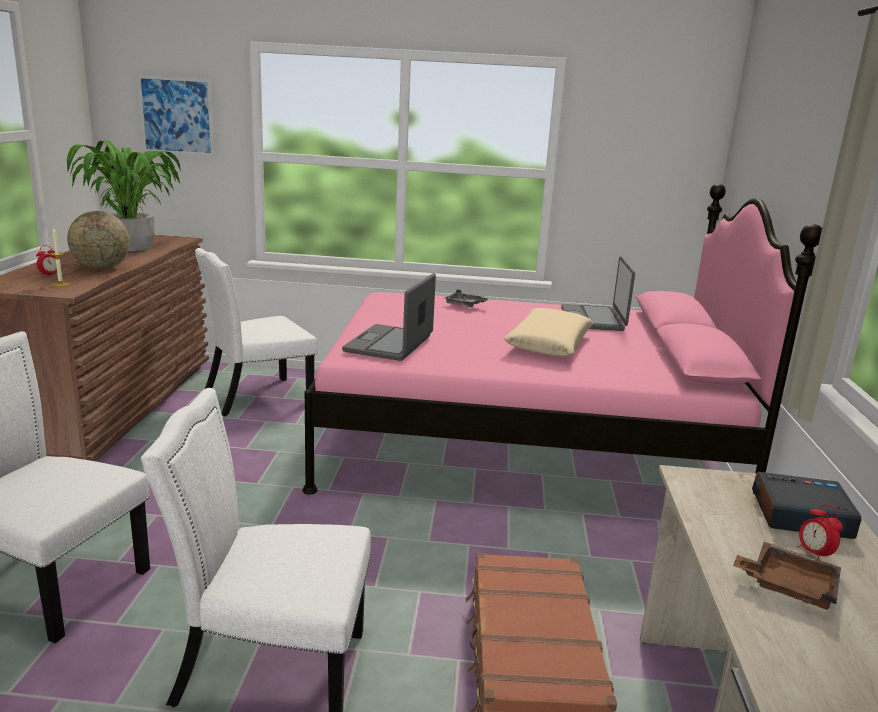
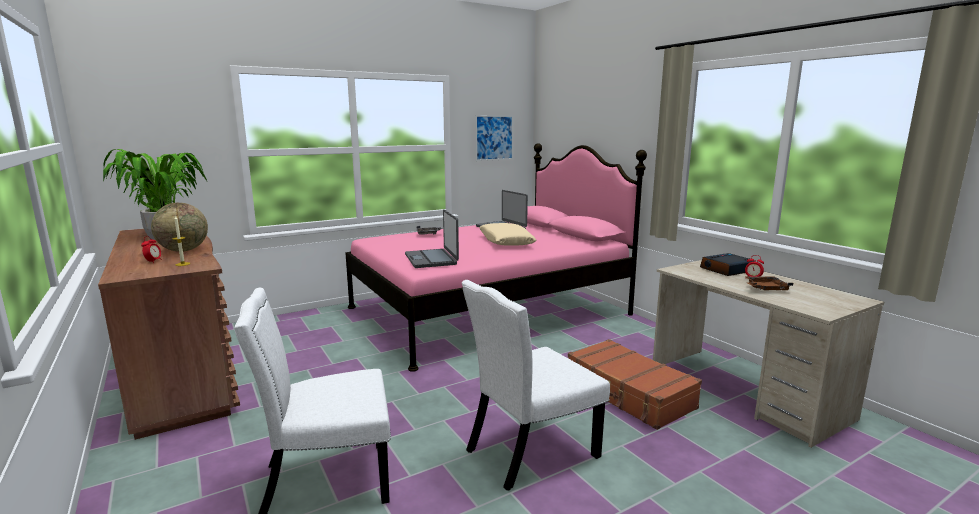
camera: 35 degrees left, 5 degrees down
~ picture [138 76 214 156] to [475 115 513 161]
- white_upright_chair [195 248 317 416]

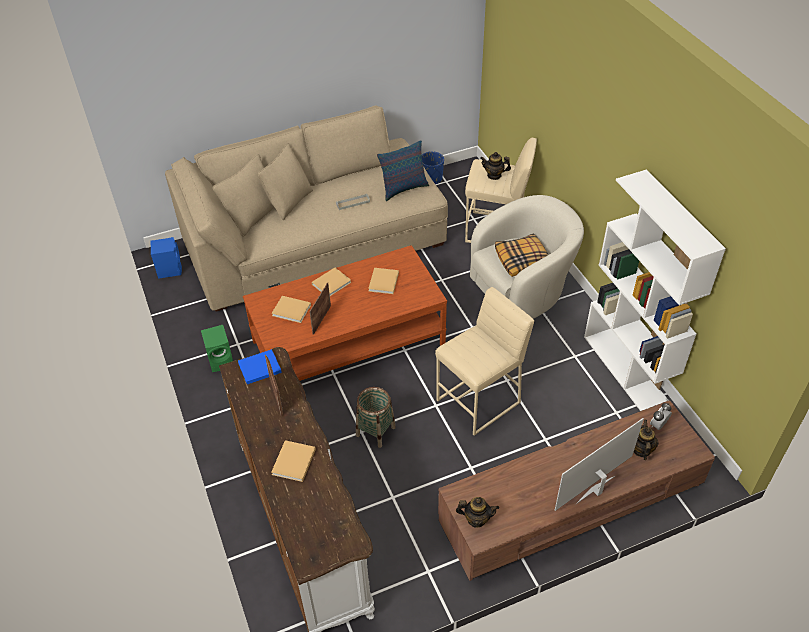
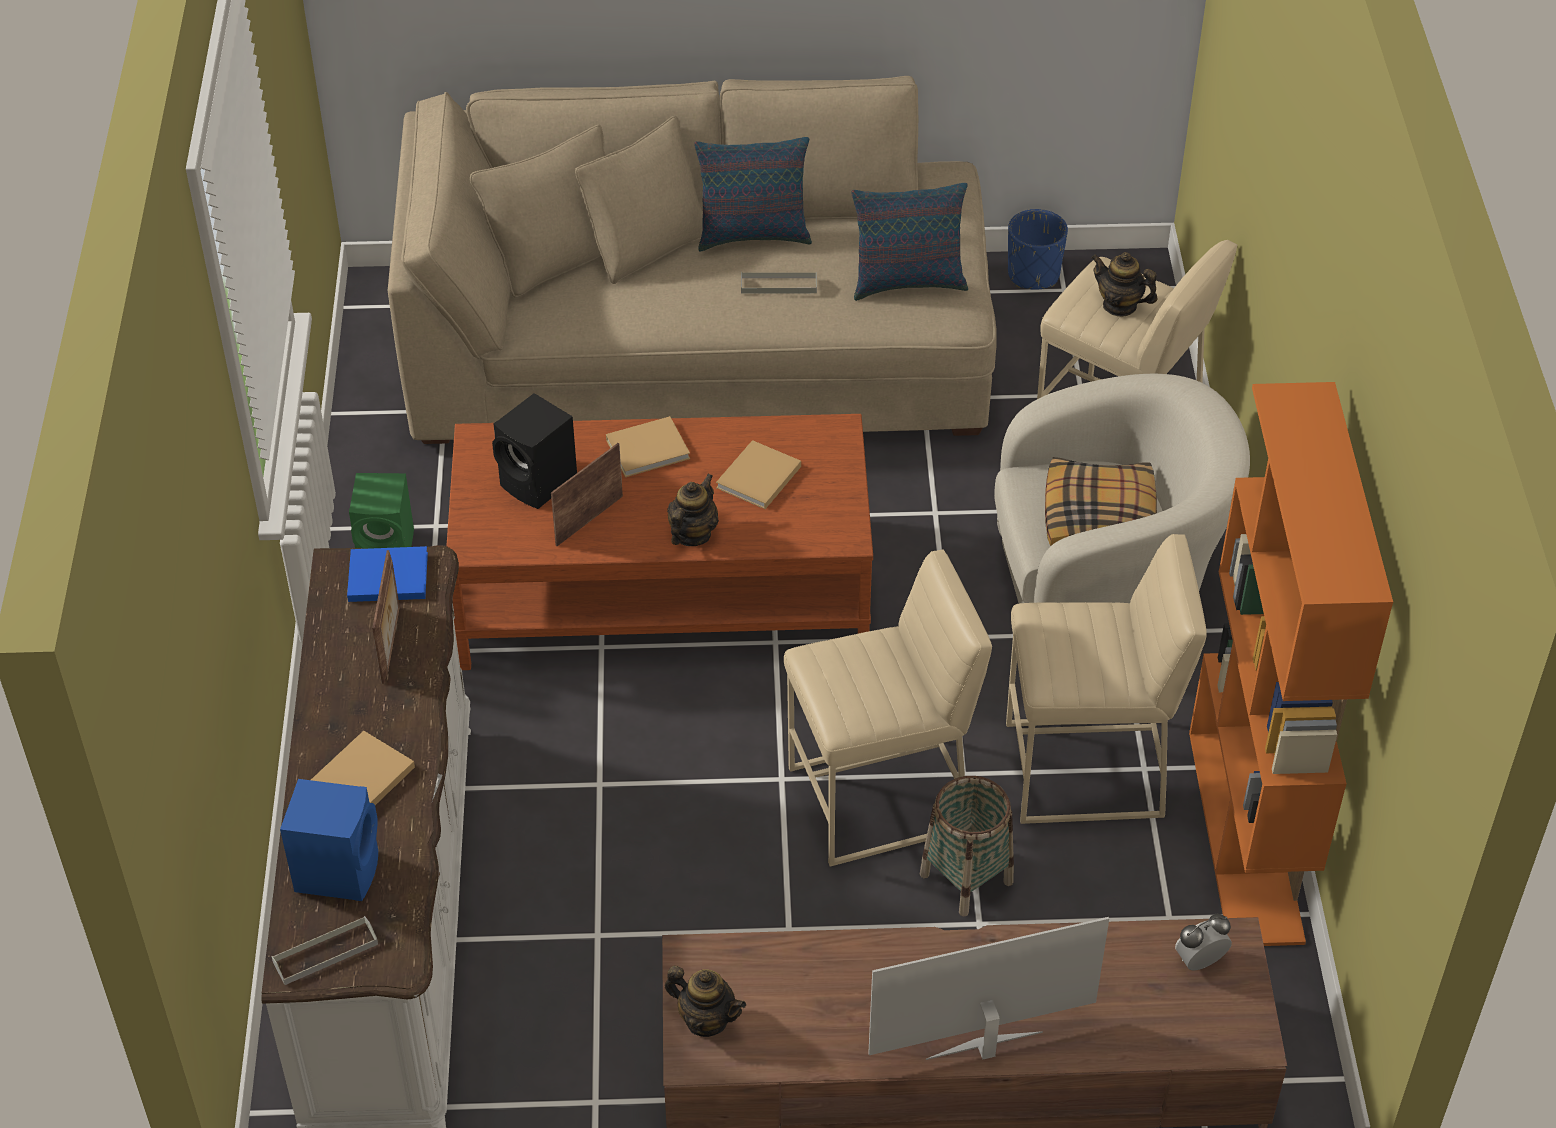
camera: 20 degrees right, 0 degrees up
+ greyish_tray [271 916 378 985]
~ blue_audio_speaker [151 237 182 279] to [280 779 378 901]
~ beige_book [271 296 311 323] to blackish_audio_speaker [492 393 577 509]
~ tea_pot [634 420 659 460] to [667 473 719 546]
+ blue_pillow [694 137 812 251]
~ storage_basket [356 387 396 448] to [920 776 1014 917]
+ beige_sitting_stool [1006 534 1207 824]
~ white_shelving_unit [584 169 726 411] to orange_shelving_unit [1189 382 1393 946]

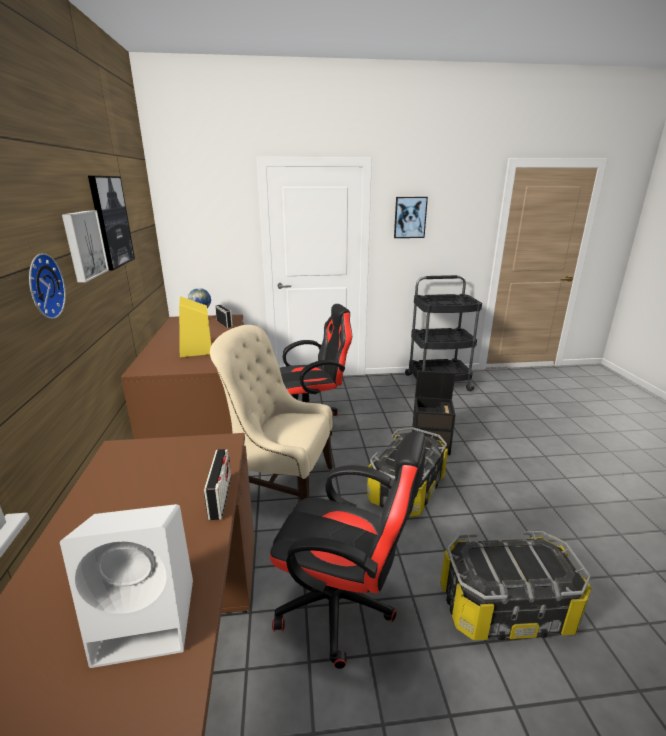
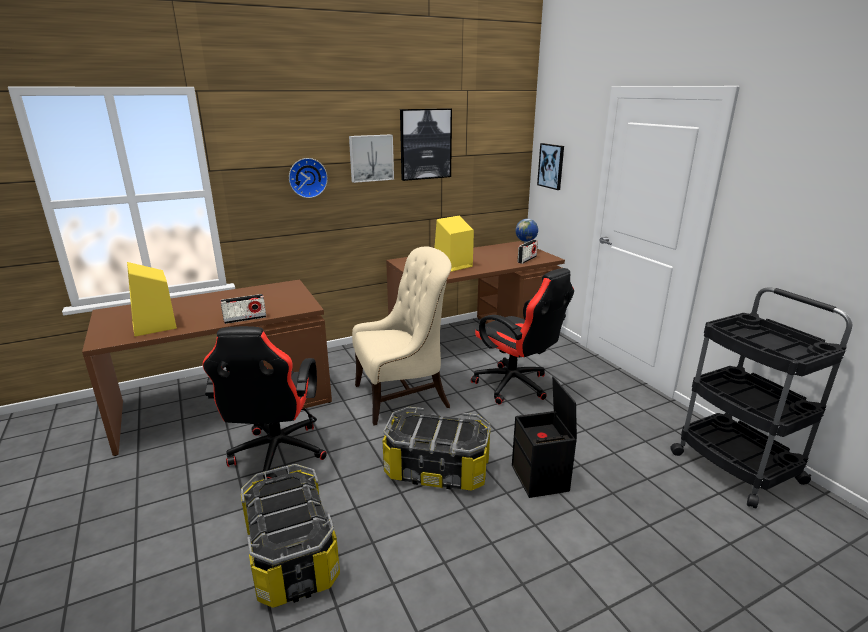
camera: 70 degrees right, 0 degrees up
~ white_audio_speaker [60 504 193 668] to yellow-coloured_audio_speaker [127 262 177 336]
~ beige_upright_chair [210 325 333 500] = [352 246 452 425] 75 degrees clockwise
~ picture [394 197 428 238] to [537 143 564 190]

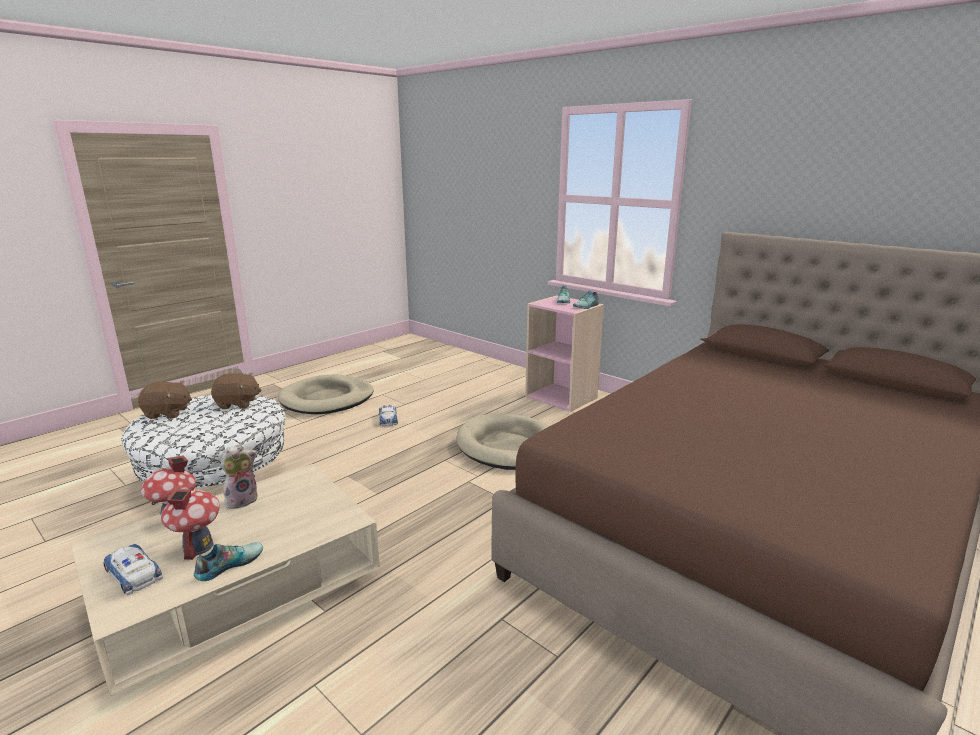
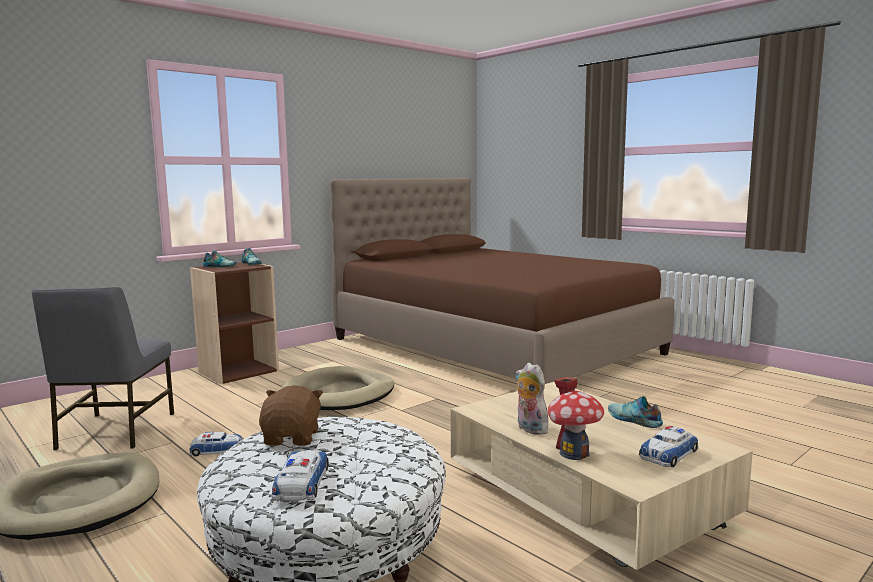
camera: 85 degrees left, 10 degrees down
+ greyish_upright_chair [32 287 174 450]
~ pink-coloured_shelving_unit [525 295 604 412] to brown-coloured_shelving_unit [190 262 279 384]
~ brown-coloured_soft_toy [138 381 192 419] to model_car [272 450 329 501]
- model_house [161 489 220 560]

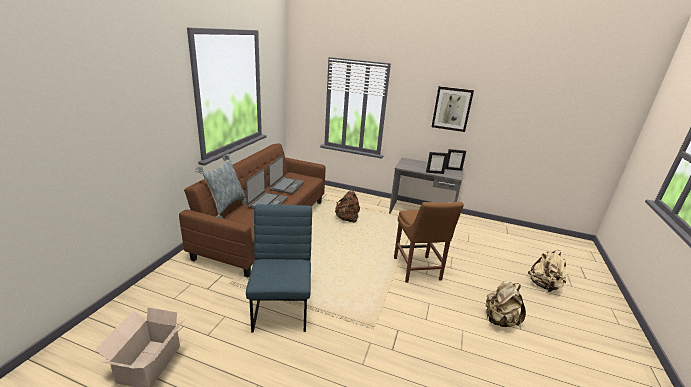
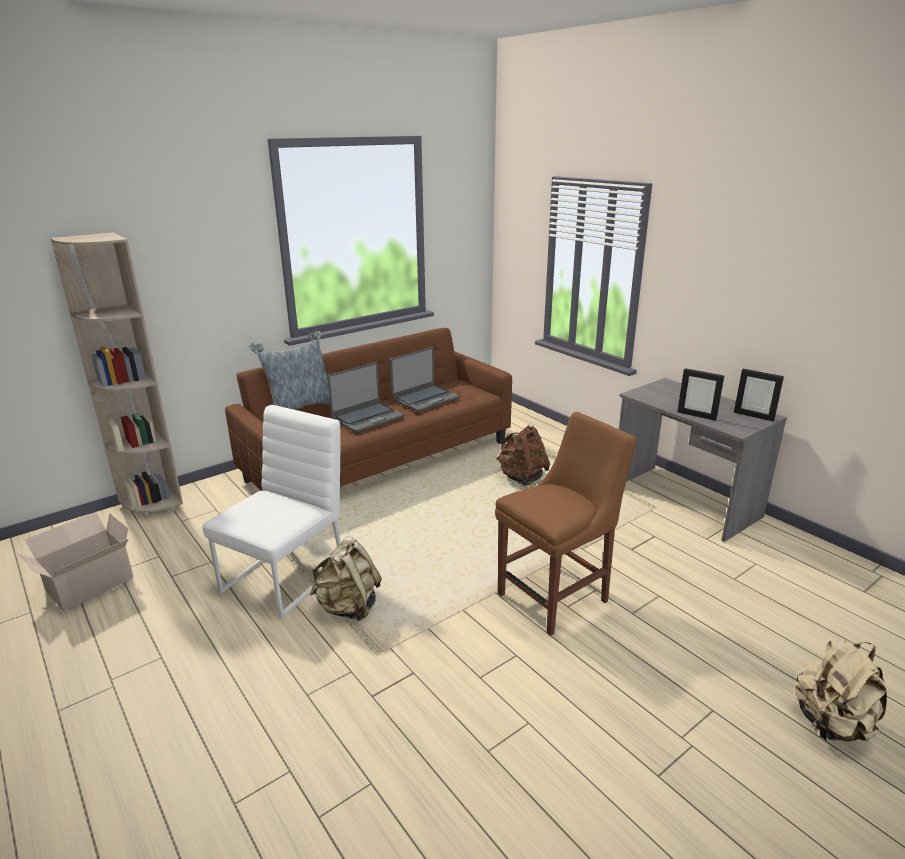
camera: 35 degrees right, 0 degrees up
+ beige_shelving_unit [51 233 183 515]
~ blue_upright_chair [246 204 312 332] to white_upright_chair [202 405 341 619]
~ beige_rucksack [486 281 526 327] to [310 536 382 622]
~ brown-coloured_upright_chair [394 202 464 282] = [495 412 636 636] 150 degrees counterclockwise
- picture [432 86 474 132]

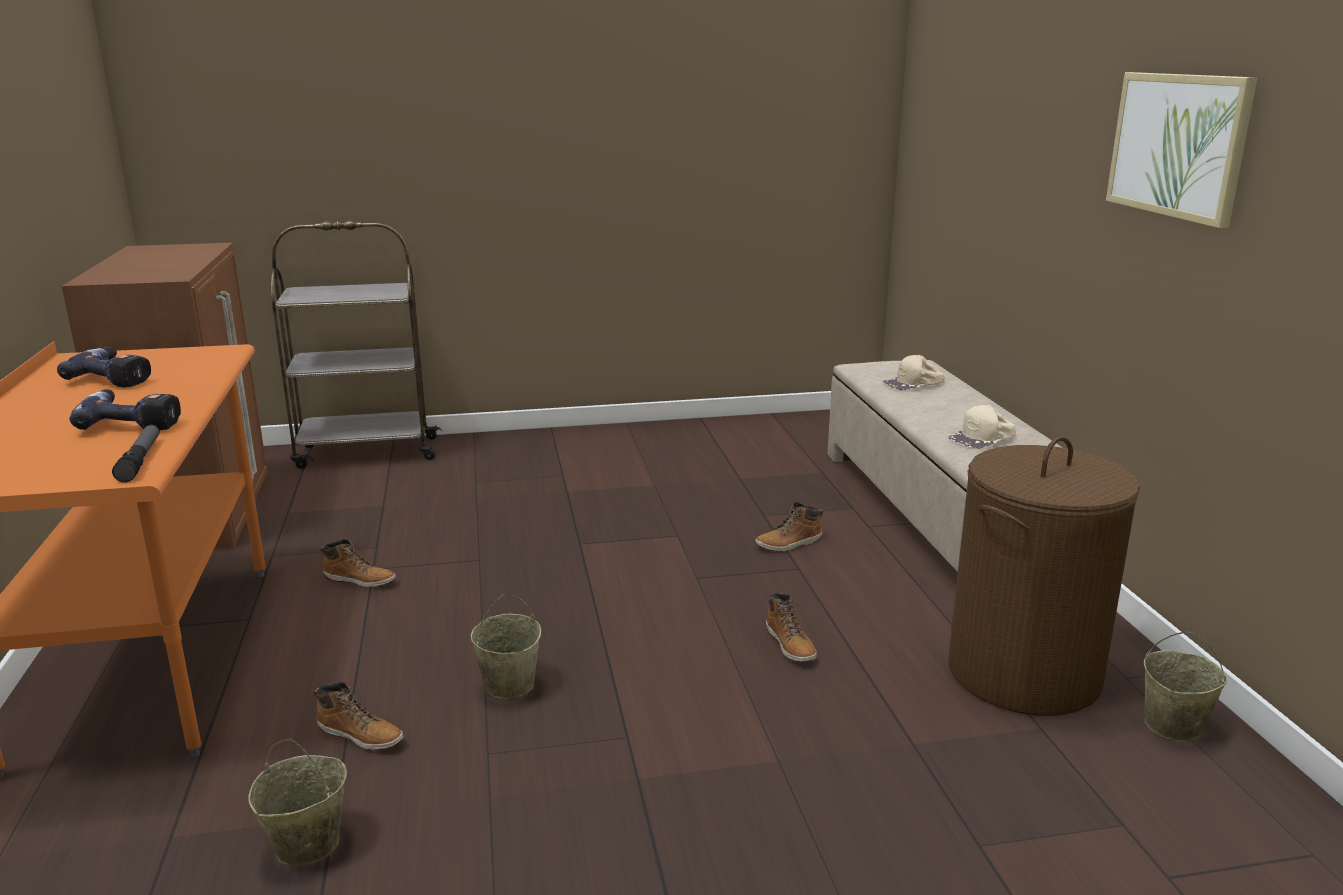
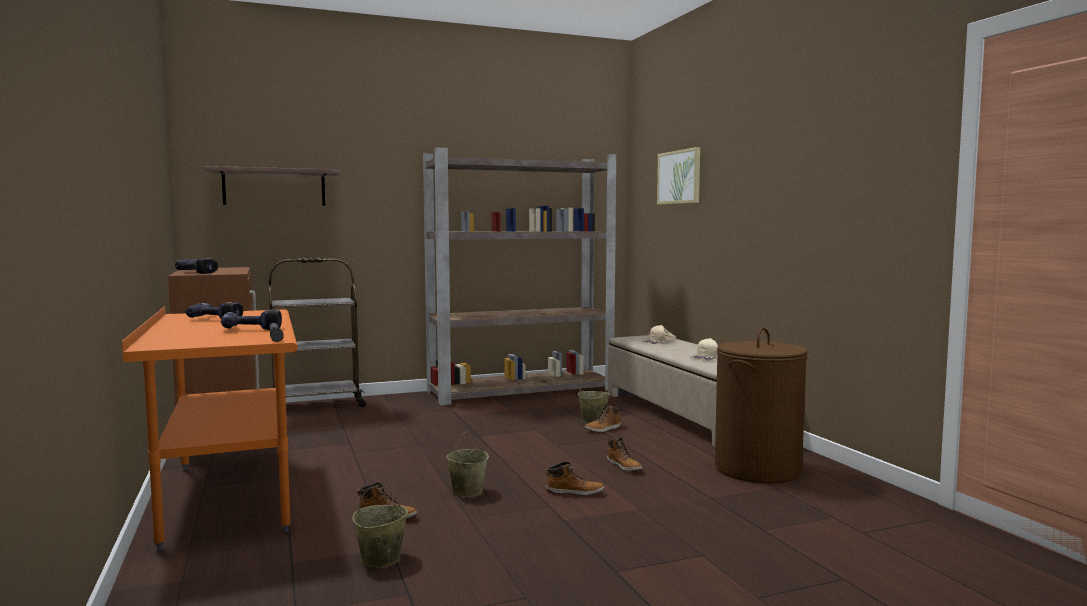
camera: 10 degrees left, 15 degrees down
+ electric_drill [175 258 218 274]
+ bracket_shelf [204 166 341 206]
+ brown-coloured_shelving_unit [423 147 616 405]
~ boot [320 539 396 588] to [545 462 604 496]
~ beige_pail [1144 631 1227 742] to [578 376 610 423]
~ picture [1106 72 1257 228] to [657 147 700 205]

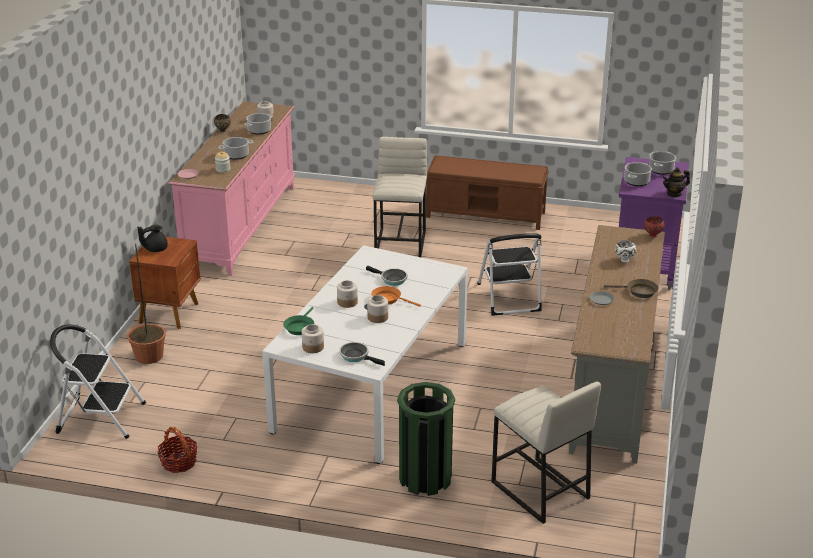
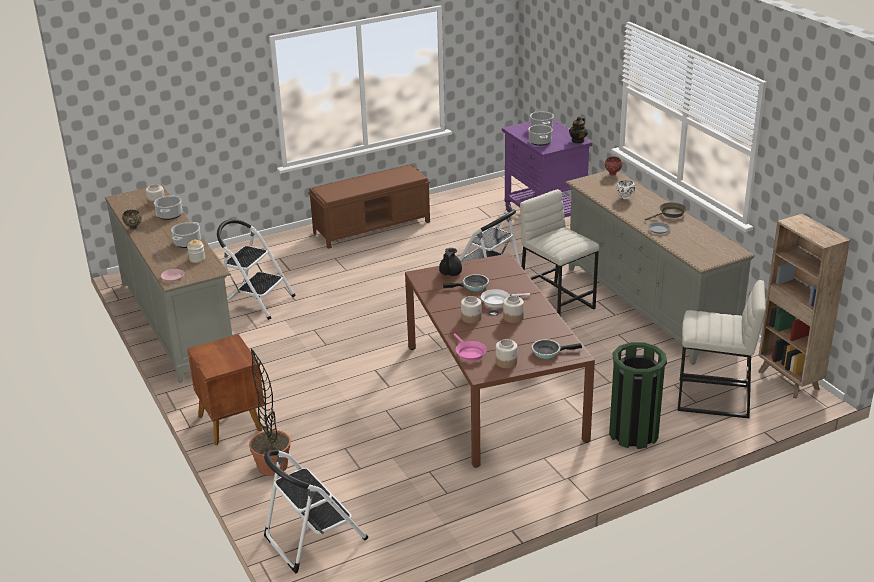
camera: 40 degrees left, 0 degrees up
~ pink-coloured_cabinet [169 101 295 276] to greyish_cabinet [105 184 232 383]
+ stepladder [217 219 296 320]
~ white_dinner_table [262 245 468 464] to brown-coloured_dinner_table [405 253 595 468]
~ blackish_tea_pot [138 224 168 252] to [439 248 462 276]
~ green-coloured_pan [283 307 314 335] to pink-coloured_pan [454 333 487 361]
~ orange_pan [371 286 421 307] to white_pan [481 289 530 308]
~ beige_sitting_stool [373 137 427 257] to [520 189 599 316]
+ brown-coloured_shelving_unit [758 214 850 399]
- storage_basket [158 427 197 473]

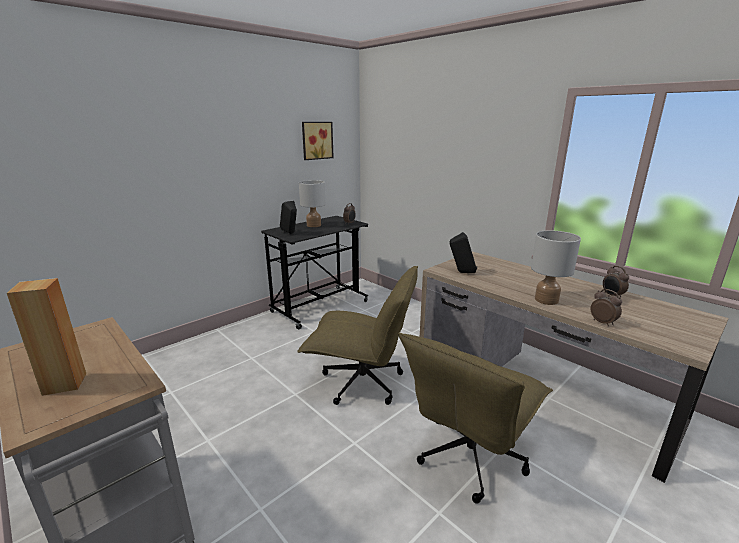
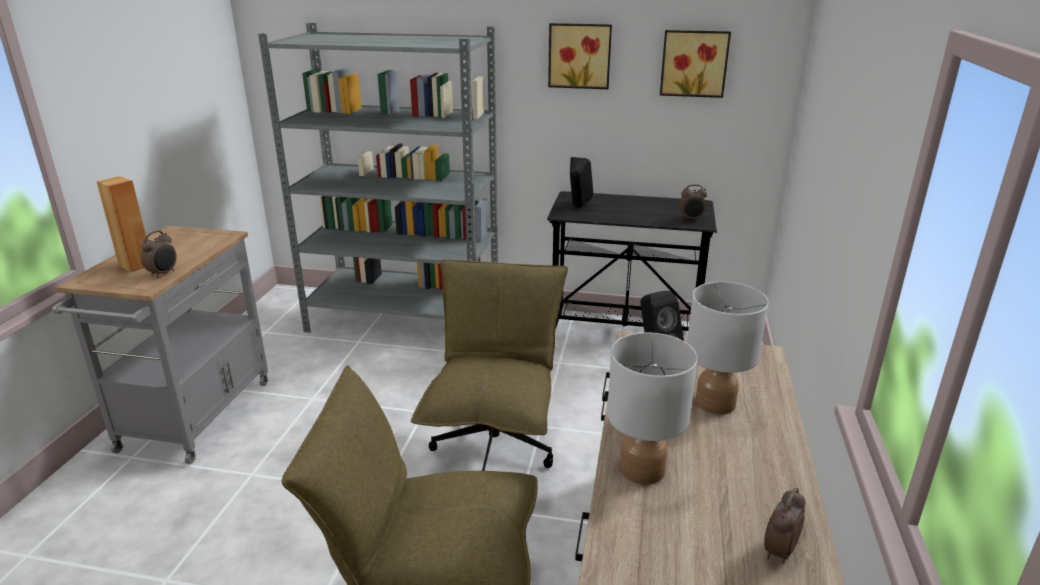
camera: 55 degrees right, 5 degrees up
~ bedside_clock [591 289 622 326] to [141 231 177 278]
+ greyish_shelving_unit [258 23 498 333]
~ beige_office_chair [297 266 418 405] = [411 260 568 471] 150 degrees counterclockwise
+ picture [548 23 612 89]
~ greyish_table_lamp [299 180 326 227] to [687 282 769 415]

